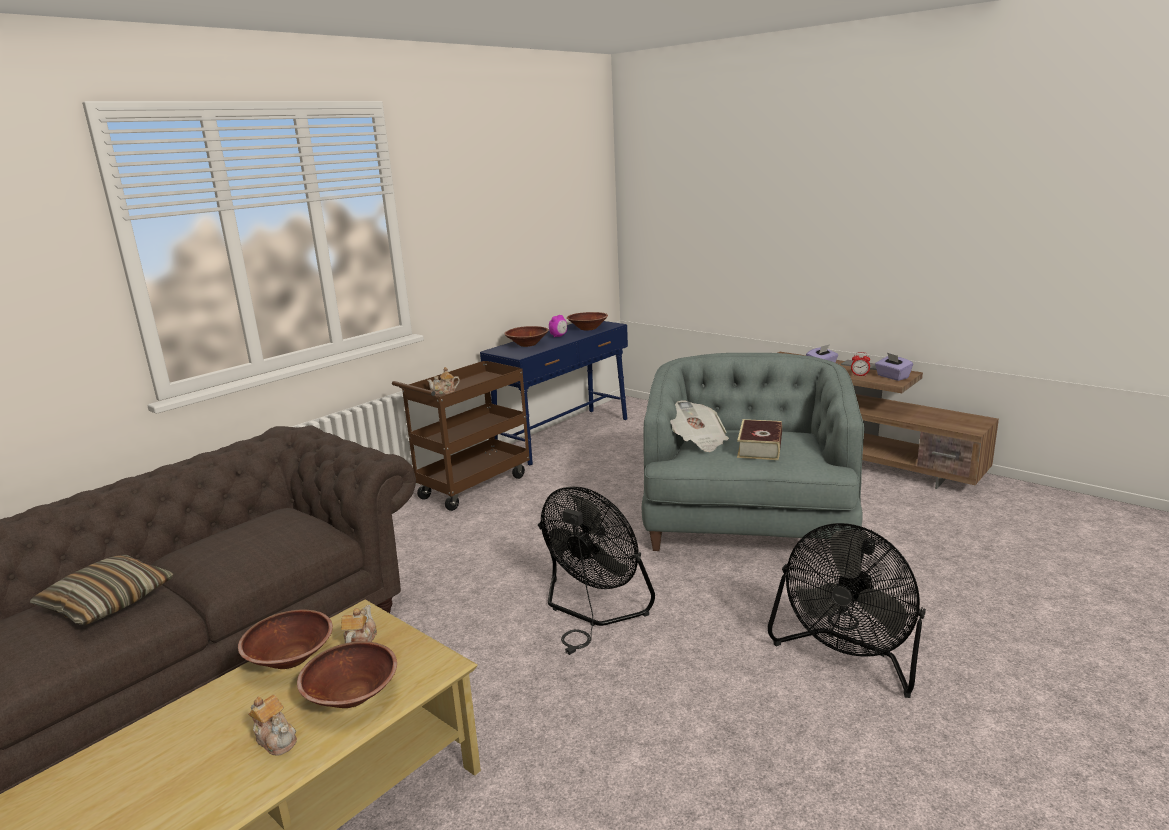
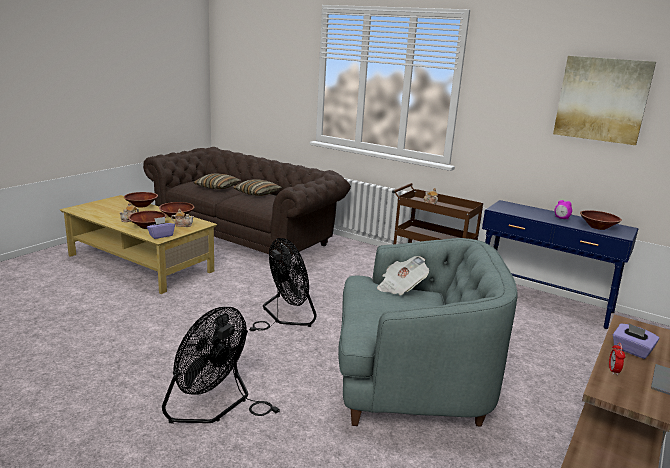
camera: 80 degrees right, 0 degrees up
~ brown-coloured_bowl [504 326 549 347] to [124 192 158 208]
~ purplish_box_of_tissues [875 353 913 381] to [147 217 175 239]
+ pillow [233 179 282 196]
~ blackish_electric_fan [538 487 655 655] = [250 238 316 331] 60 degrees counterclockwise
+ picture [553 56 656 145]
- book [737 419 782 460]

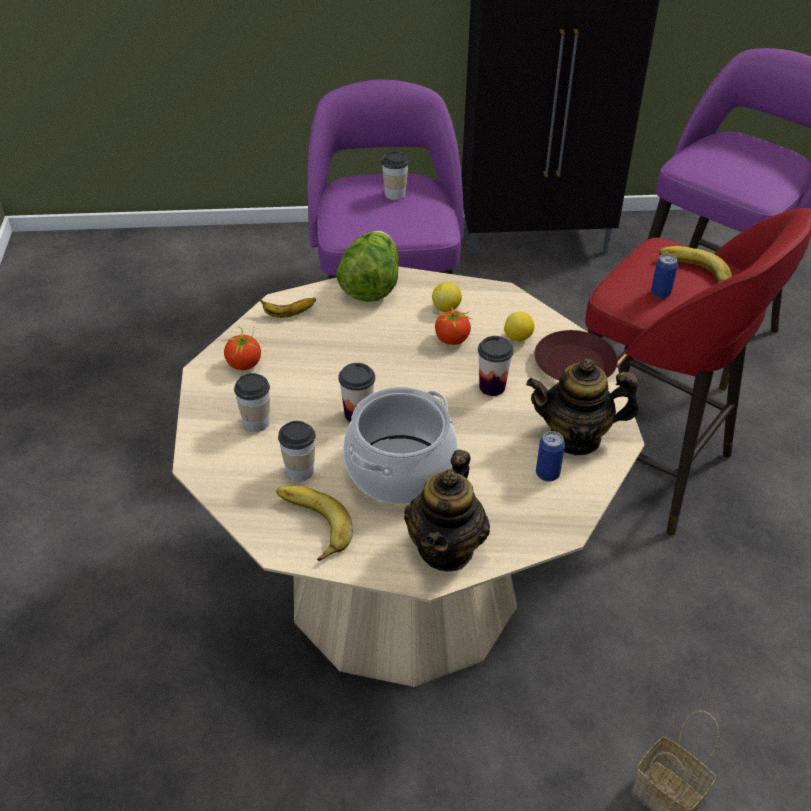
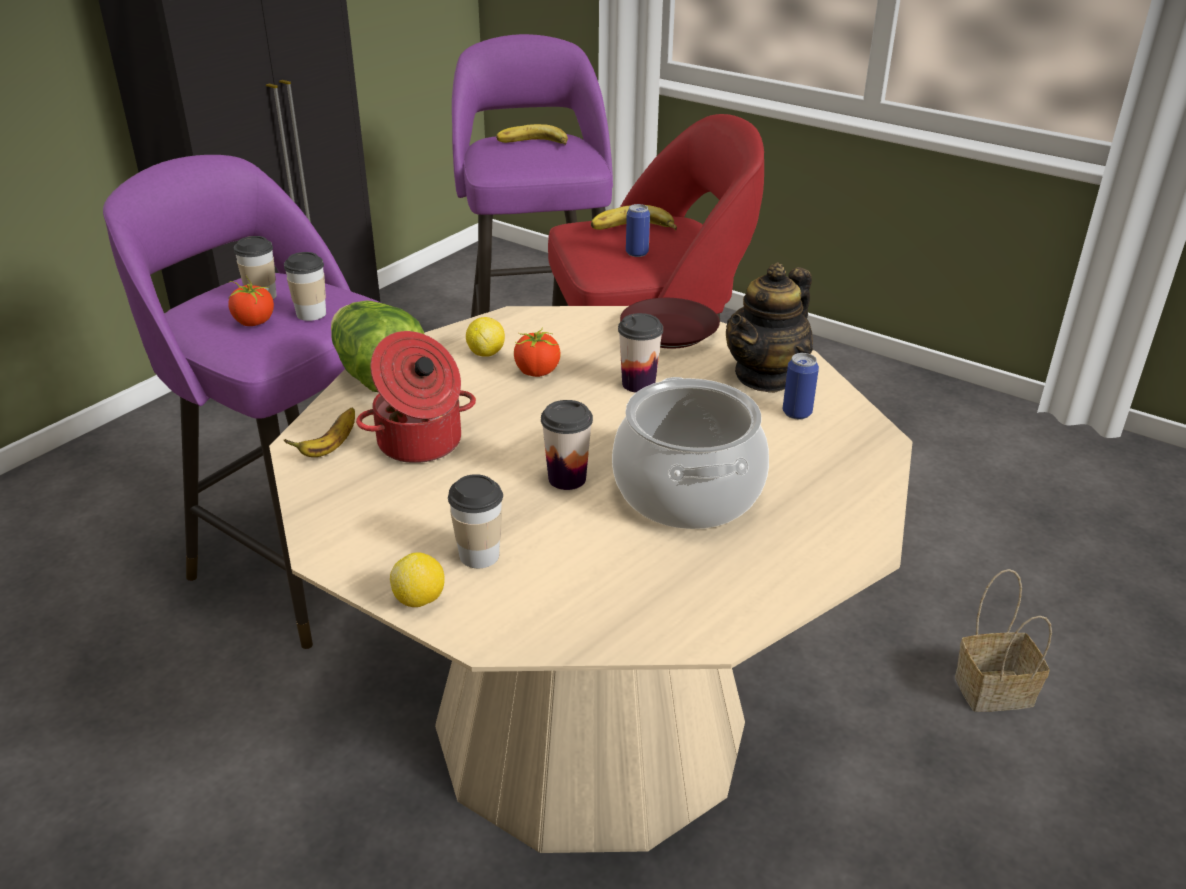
camera: 50 degrees left, 10 degrees down
~ fresh_tomato [223 327 261 370] to [228 275 274 326]
~ drinking_cup [278 421 316 481] to [284 252 326 321]
+ stockpot [356 331 476 463]
~ whole_lemon [504 312 535 341] to [390 552 444 607]
~ banana [276 486 353 561] to [496 124 568 145]
- tea_pot [404 449 490 572]

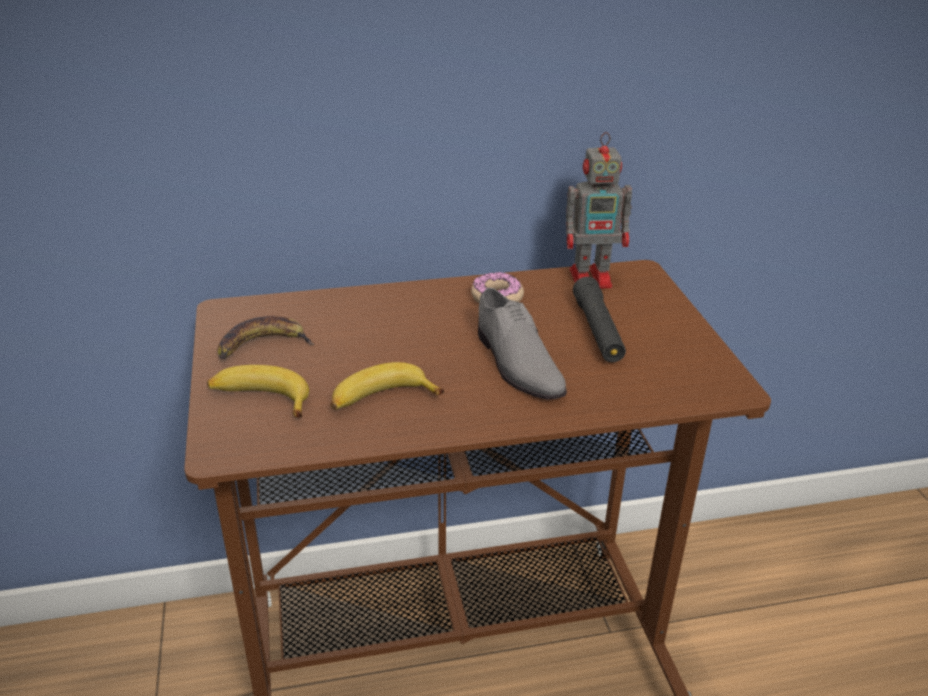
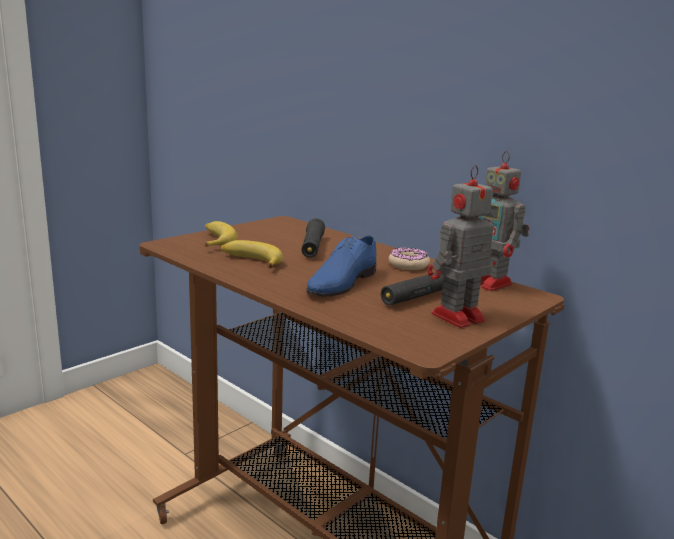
camera: 55 degrees right, 15 degrees down
+ blackish_flashlight [301 218 325 258]
~ greyish_item_of_footwear [478 288 567 400] to blue_item_of_footwear [306 236 376 296]
+ model_robot [428 165 494 328]
- banana [217 316 315 359]

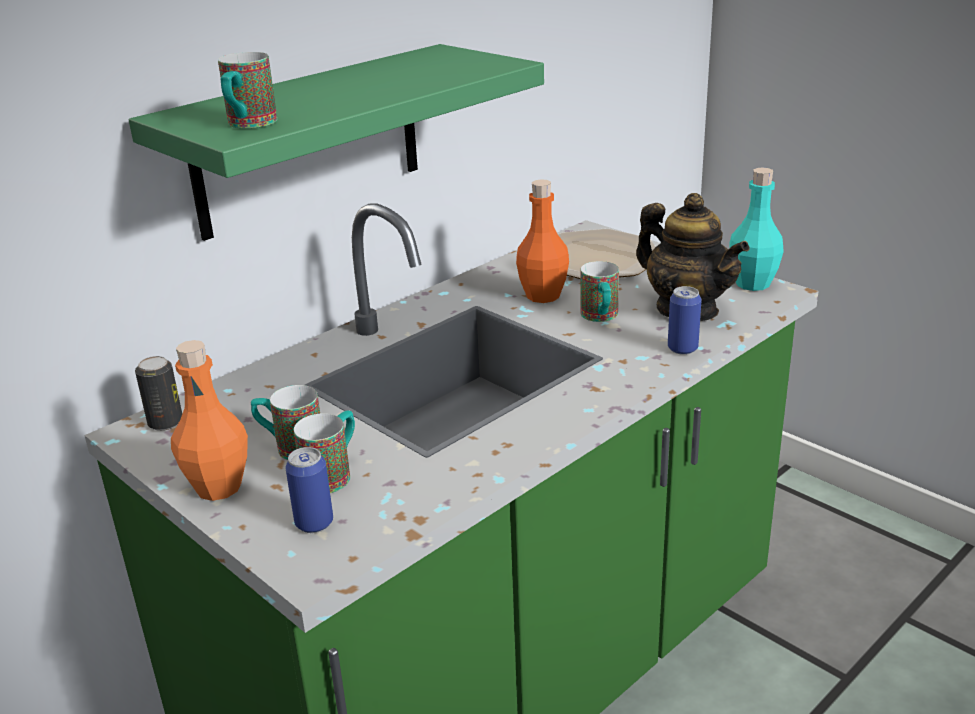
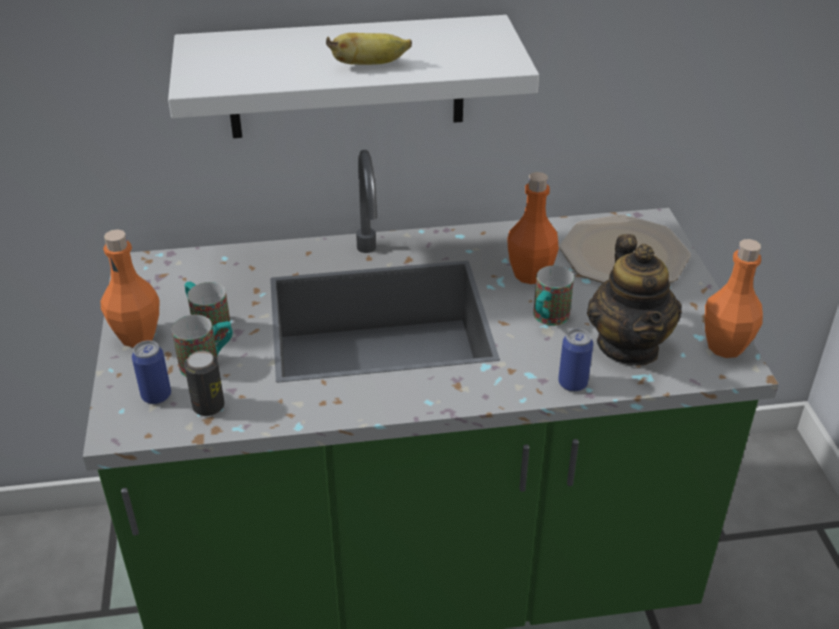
camera: 35 degrees right, 10 degrees up
~ green-coloured_bracket_shelf [129 44 544 241] to white_bracket_shelf [168 15 539 138]
~ can [135 356 182 431] to [184 351 225 416]
+ banana [326 33 412 65]
~ turquoise_beverage_bottle [729 168 784 291] to orange_beverage_bottle [705 239 763 358]
- coffee_mug [218 52 277 128]

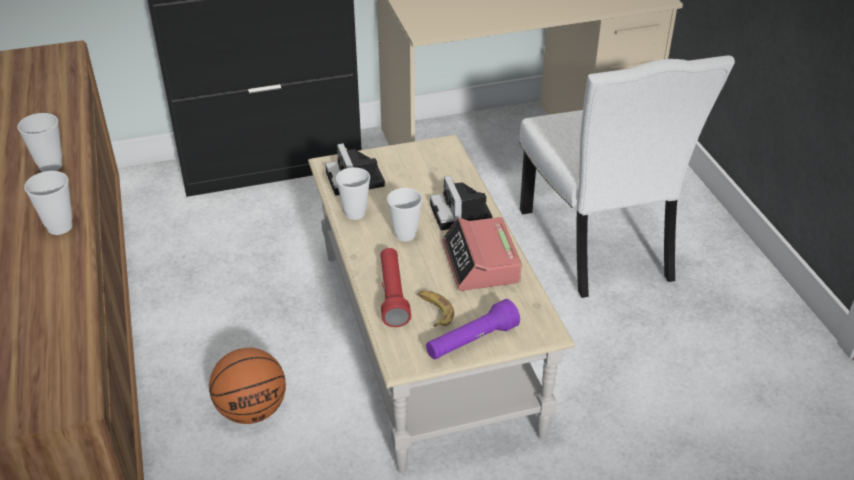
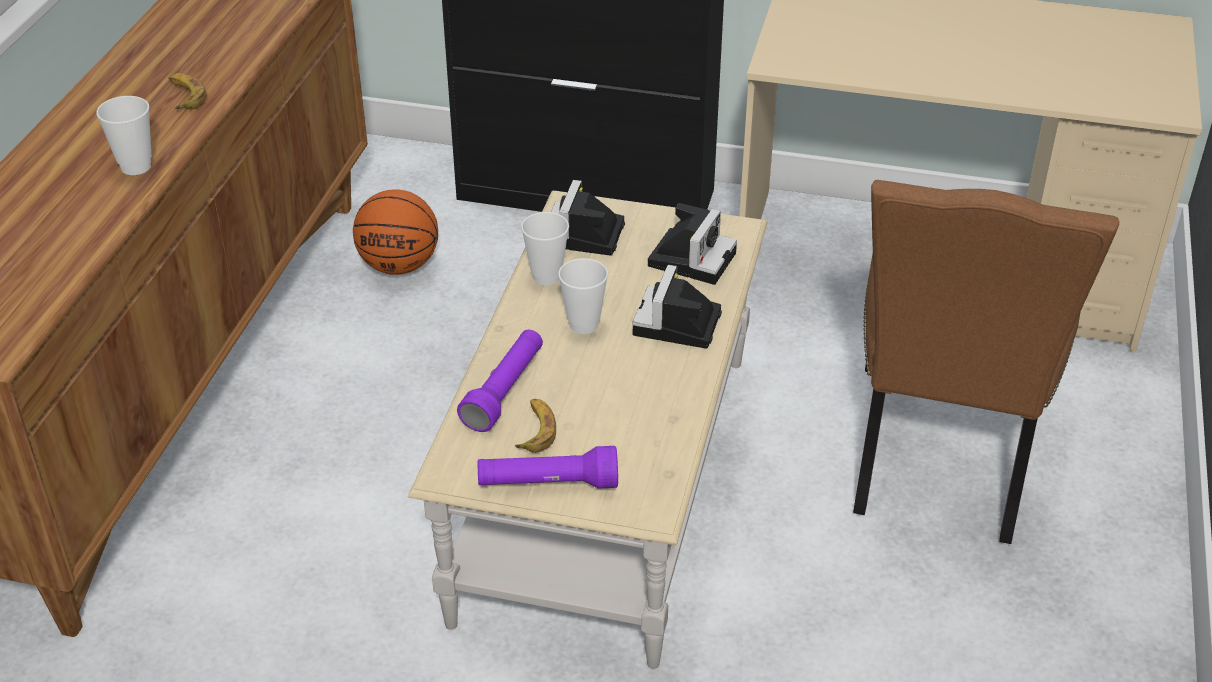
camera: 30 degrees right, 0 degrees up
~ drinking_cup [17 113 62 172] to banana [168 73 207 110]
~ basketball [209 348 286 424] to [353 189 438 275]
~ red_flashlight [380 248 411 327] to purplish_flashlight [457 330 543 432]
+ photo_camera [648 203 737 285]
~ white_upright_chair [519 55 735 298] to brown-coloured_upright_chair [853 180 1119 544]
- bedside_clock [442 217 522 291]

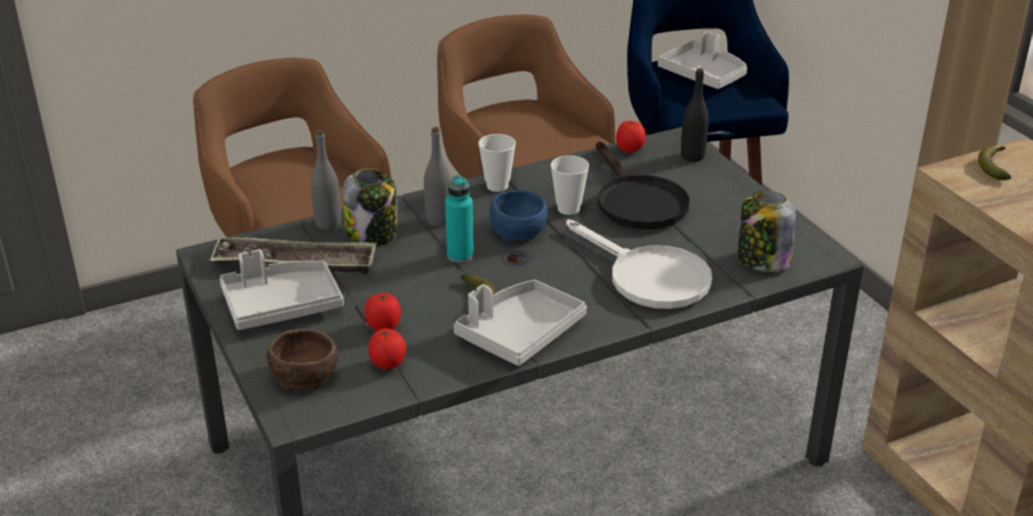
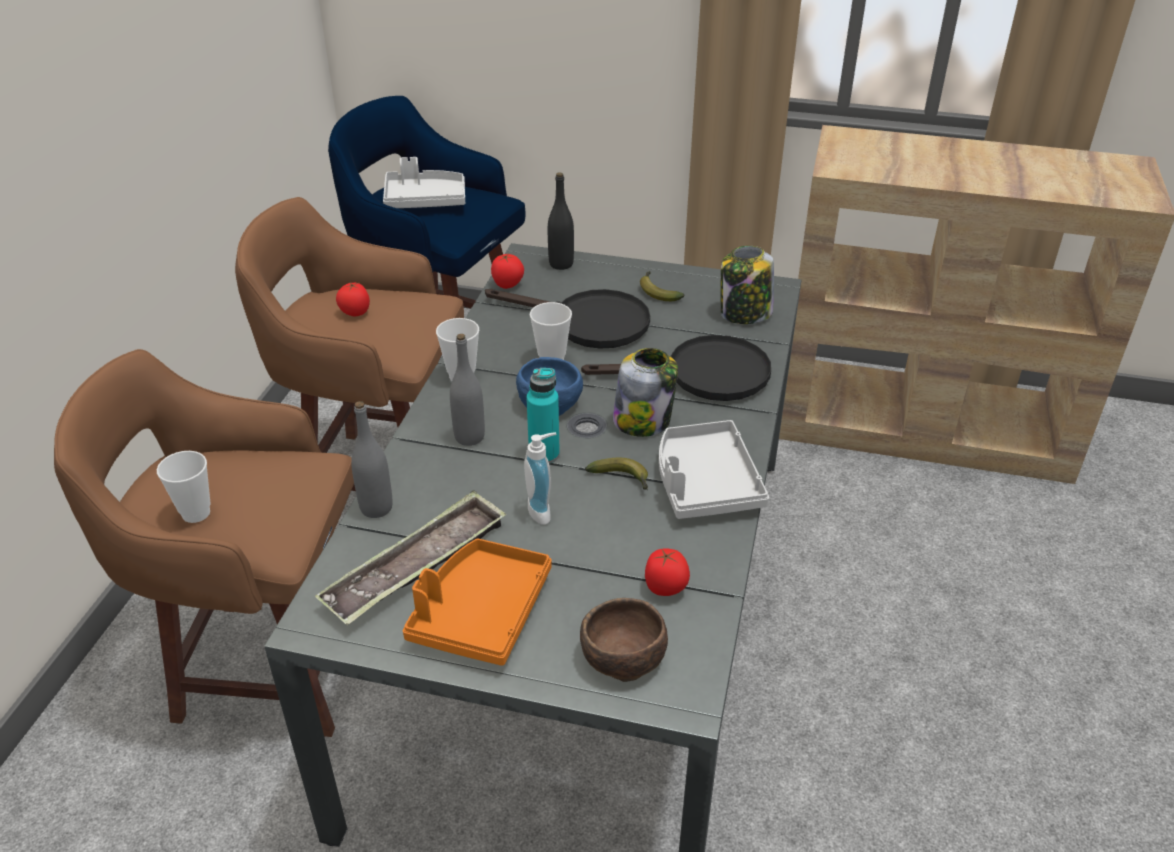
camera: 50 degrees left, 5 degrees up
+ drinking_cup [157 451 211 523]
~ fresh_tomato [364 293 401 331] to [336 283 370 316]
~ greyish_tray [219 249 344 330] to orange_tray [403 538 552 666]
+ liquid_soap_bottle [524 432 557 525]
~ white_pan [566 219 712 309] to blackish_pan [581 335 771 401]
~ storage_jar [343 169 397 246] to [613 348 678 437]
~ banana [978 146 1011 180] to [640 271 685 301]

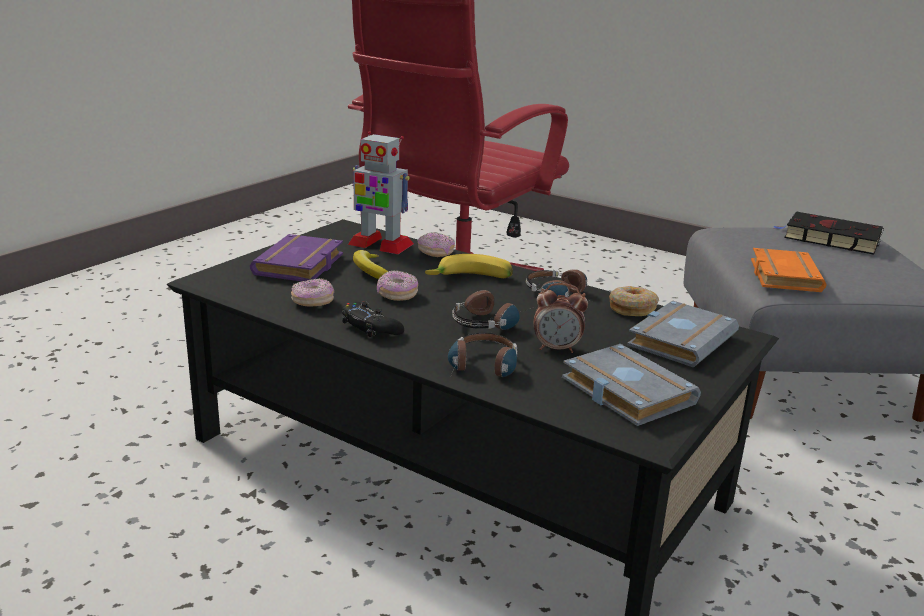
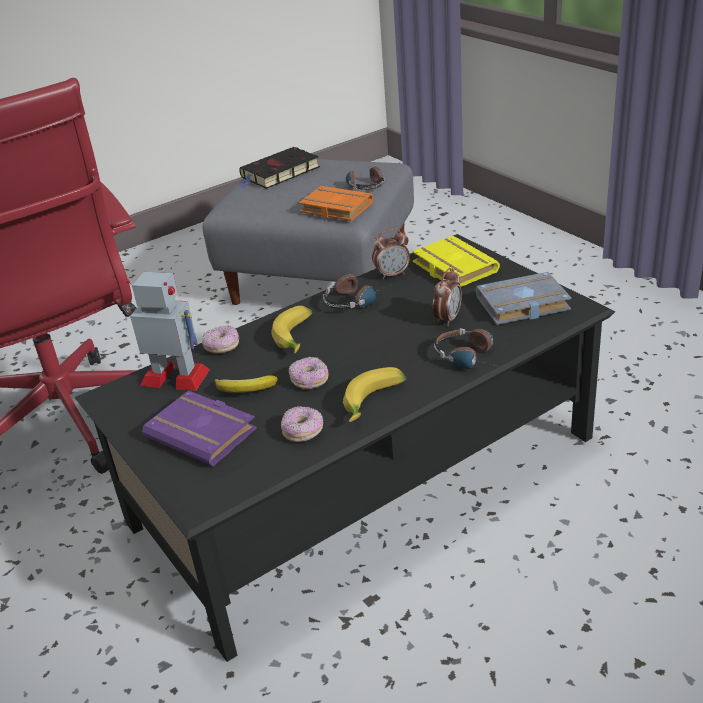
camera: 65 degrees left, 10 degrees up
~ model_robot [348 131 414 254] = [127 272 210 391] 120 degrees counterclockwise
~ blackish_gamepad [342 302 404 337] to banana [343 367 406 422]
~ headphones [452 290 538 330] to [346 167 385 190]
~ donut [609 286 659 316] to bedside_clock [372 229 410 280]
~ greyish_book [627 300 739 368] to yellow-coloured_book [412 236 500 287]

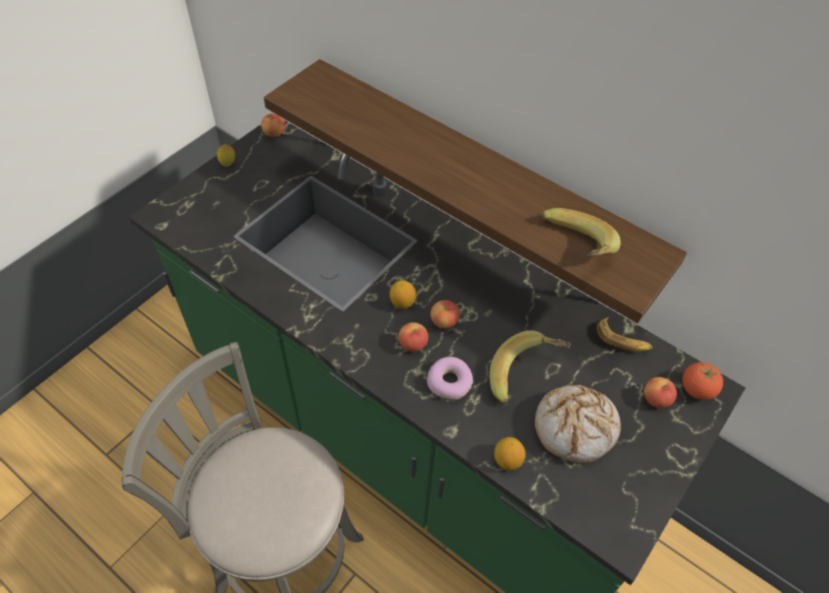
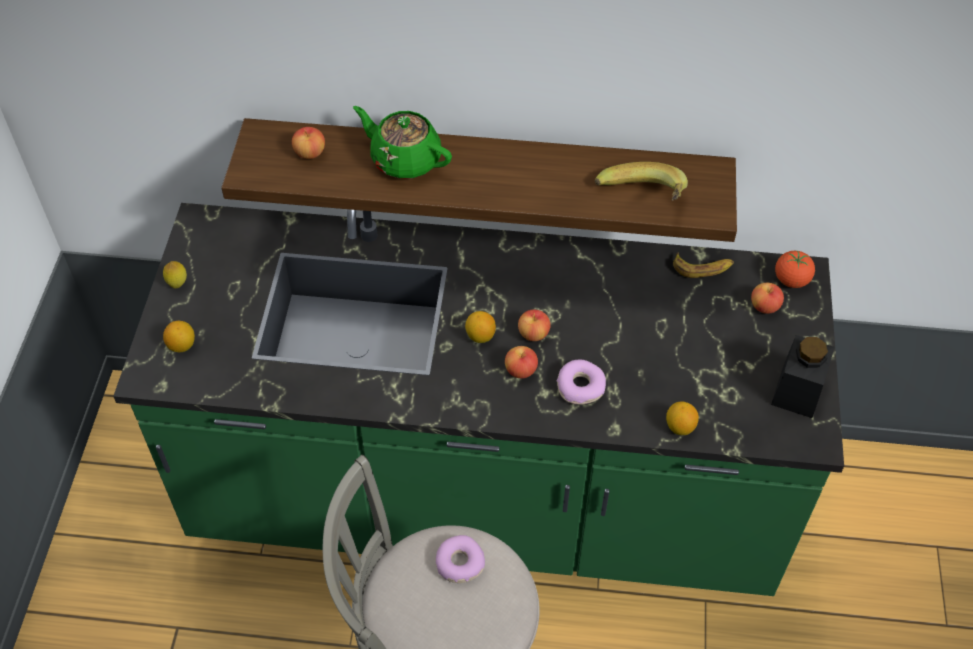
camera: 30 degrees left, 0 degrees up
+ whole_lemon [163 321 195 352]
~ apple [261 114 285 137] to [292 127 325 159]
+ green-coloured_tea_pot [353 106 452 179]
+ donut [435 535 485 583]
+ blackish_storage_jar [771 335 835 418]
- banana [489 330 571 403]
- bakery_bread [535 385 621 463]

